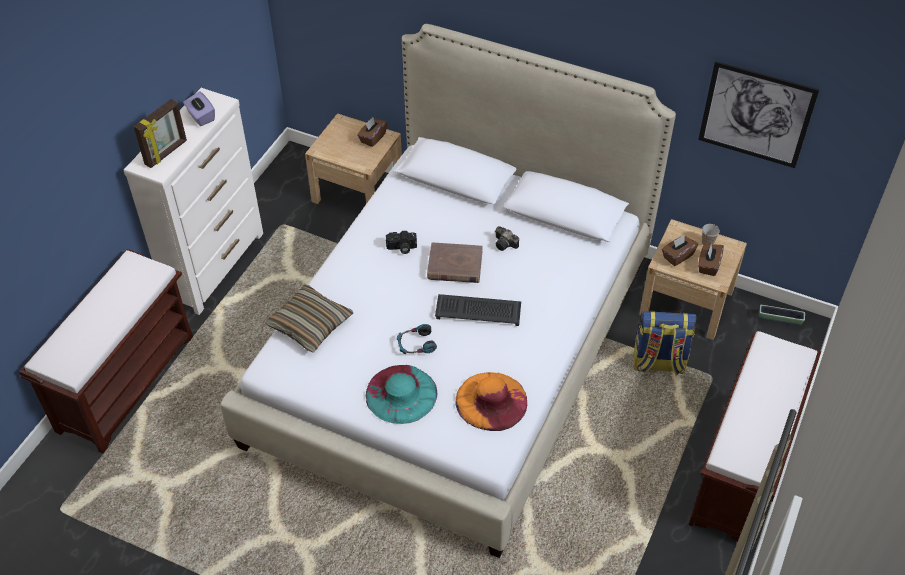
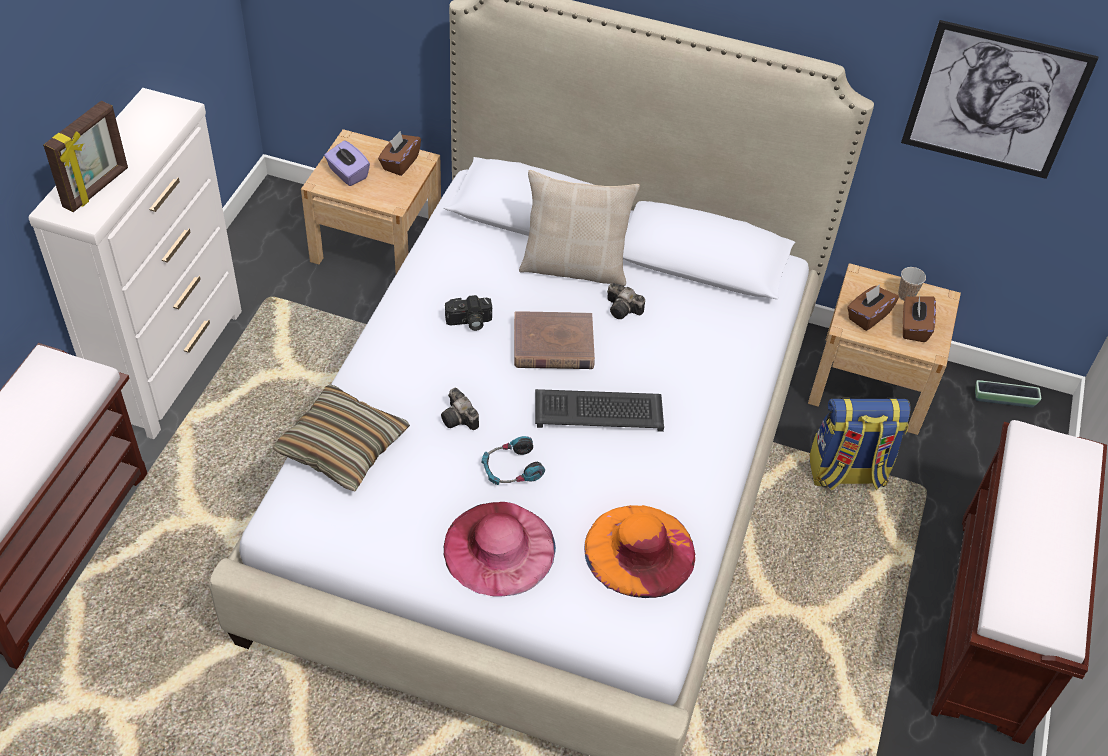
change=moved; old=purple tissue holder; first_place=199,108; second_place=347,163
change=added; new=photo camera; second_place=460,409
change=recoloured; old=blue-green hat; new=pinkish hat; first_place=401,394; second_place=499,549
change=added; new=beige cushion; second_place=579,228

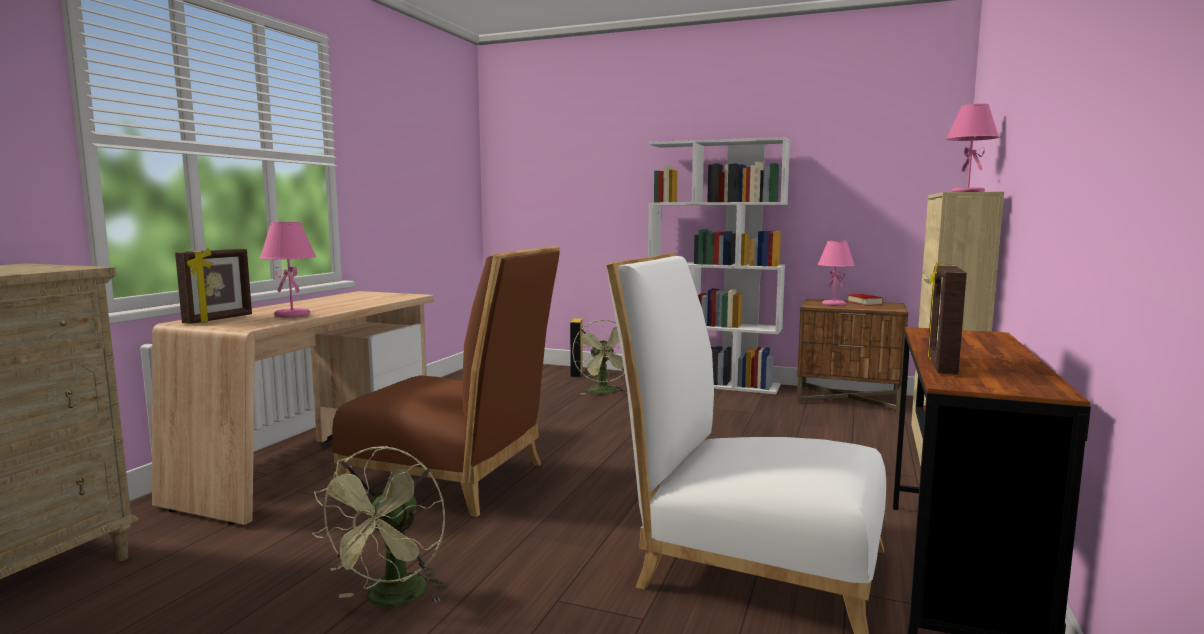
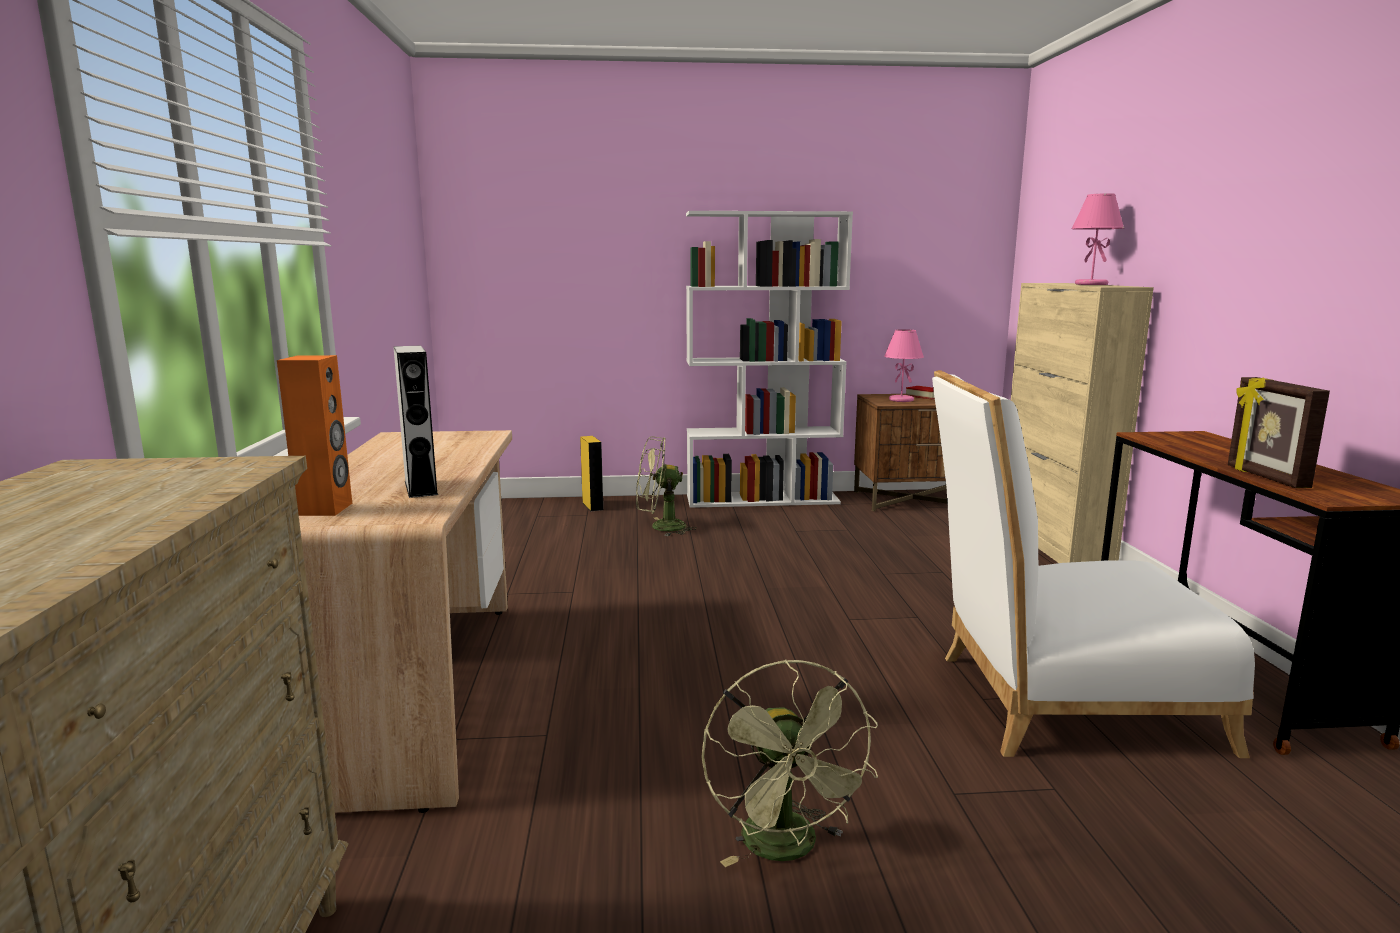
change=replaced; old=picture frame; new=orangey loudspeaker; first_place=213,286; second_place=314,435
change=replaced; old=pinkish tabletop lamp; new=gray loudspeaker; first_place=288,270; second_place=415,421
change=turned; old=green-coloured fan; first_place=599,357; second_place=666,486; degrees=120
change=removed; old=brownish upright chair; first_place=446,381

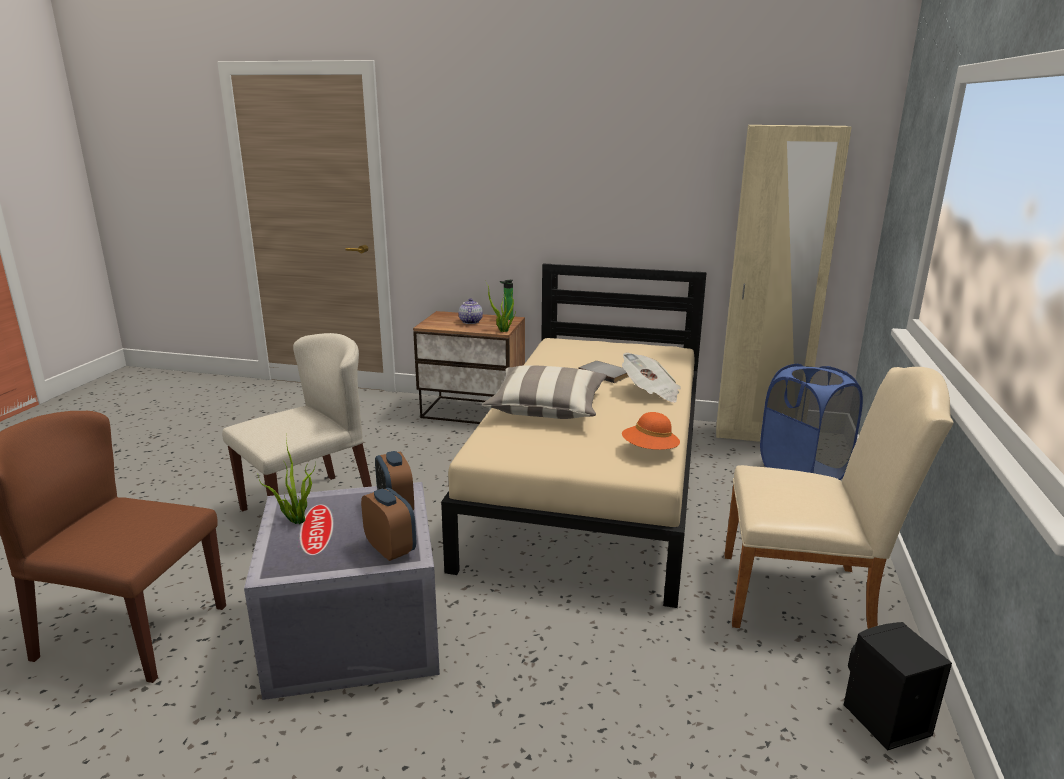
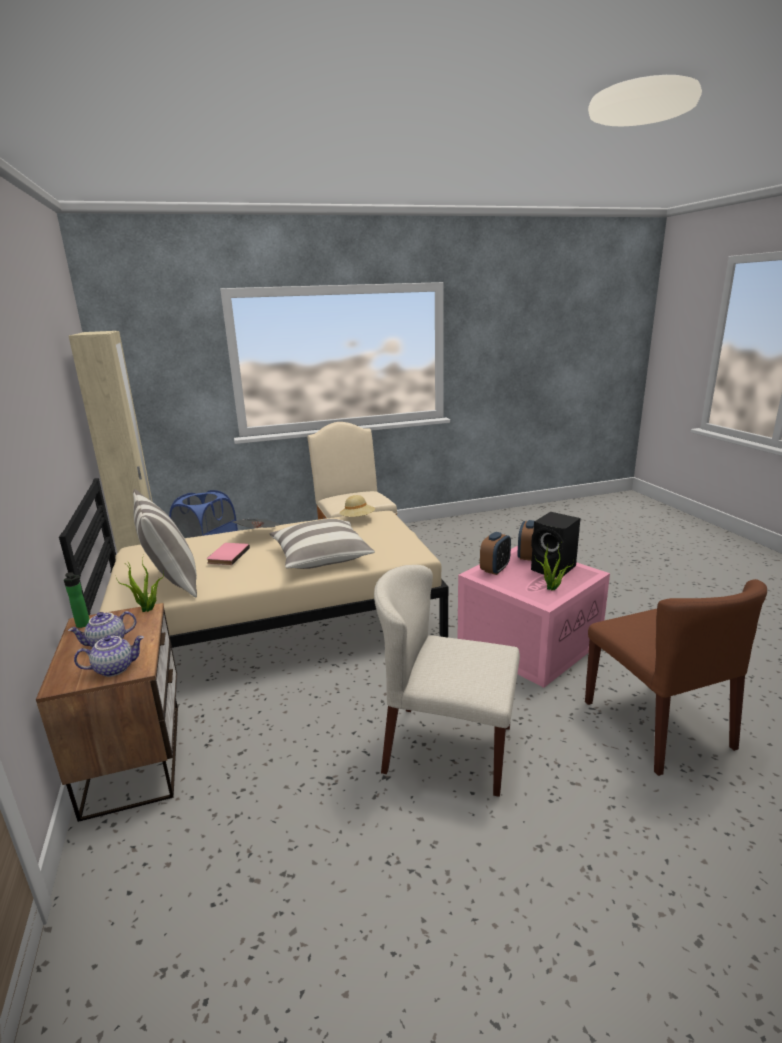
change=added; new=pot for tea; second_place=109,656
change=added; new=cushion; second_place=165,543
change=recoloured; old=gray bound book; new=pinkish bound book; first_place=603,372; second_place=228,554
change=recoloured; old=orangey hat; new=beige hat; first_place=651,431; second_place=357,506
change=recoloured; old=gray storage bin; new=pinkish storage bin; first_place=342,591; second_place=534,617
change=moved; old=black loudspeaker; first_place=898,686; second_place=555,545

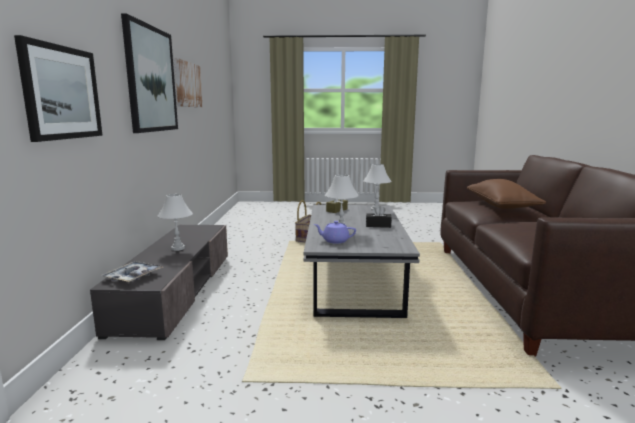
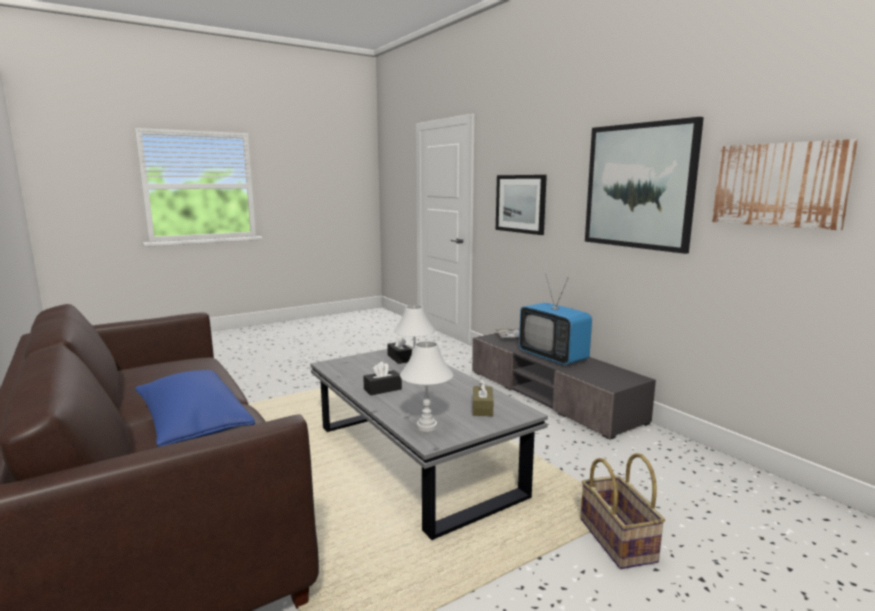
change=recoloured; old=brownish cushion; new=bluish cushion; first_place=506,194; second_place=195,408
change=replaced; old=purple pot for tea; new=black tissue holder; first_place=335,232; second_place=399,349
change=replaced; old=white-coloured tabletop lamp; new=TV set; first_place=175,222; second_place=555,320

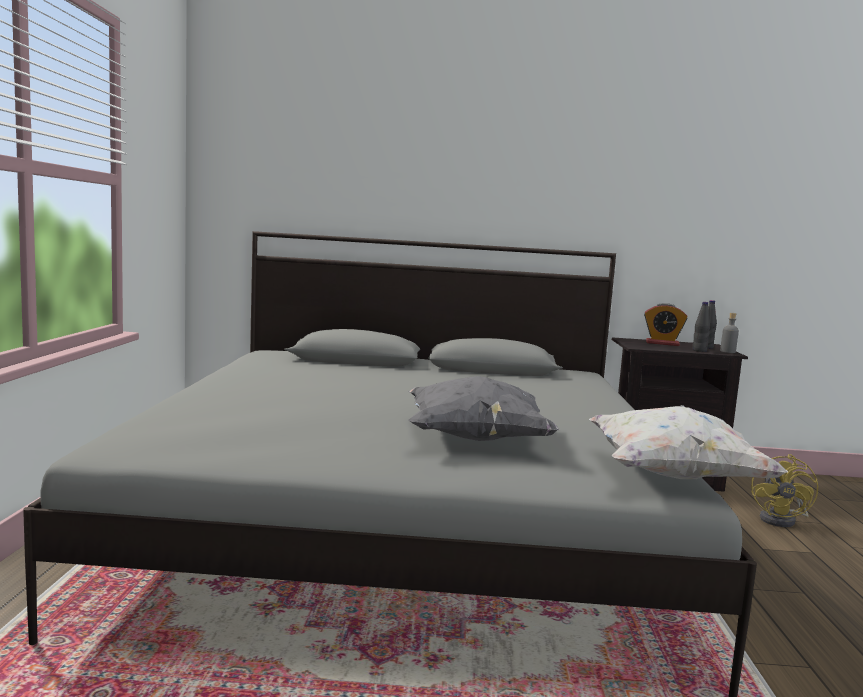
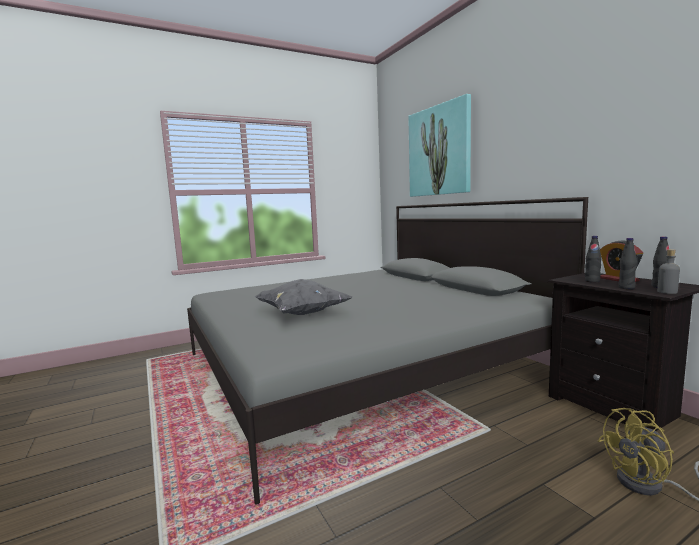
change=added; new=wall art; second_place=439,145
change=added; new=black beverage bottle; second_place=593,259
change=removed; old=white-coloured cushion; first_place=688,442

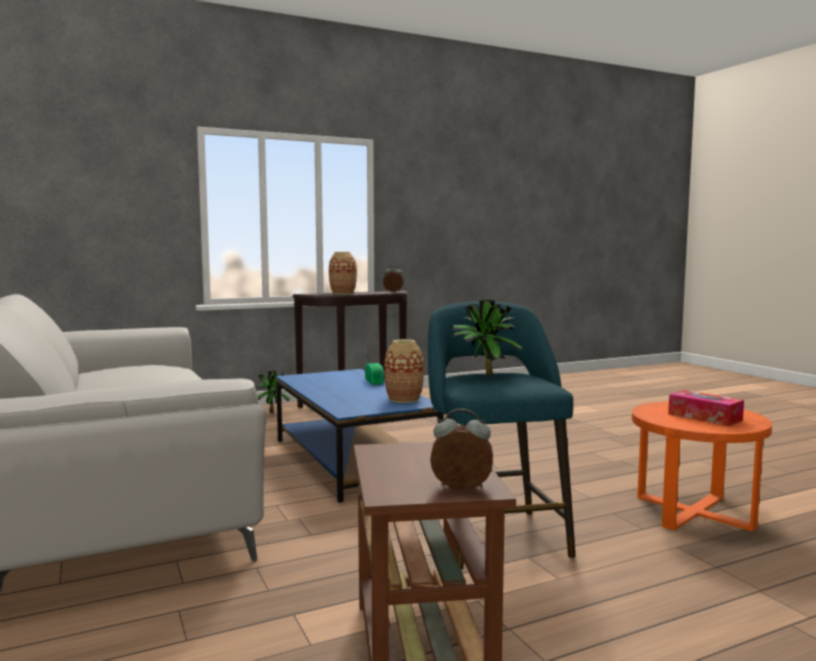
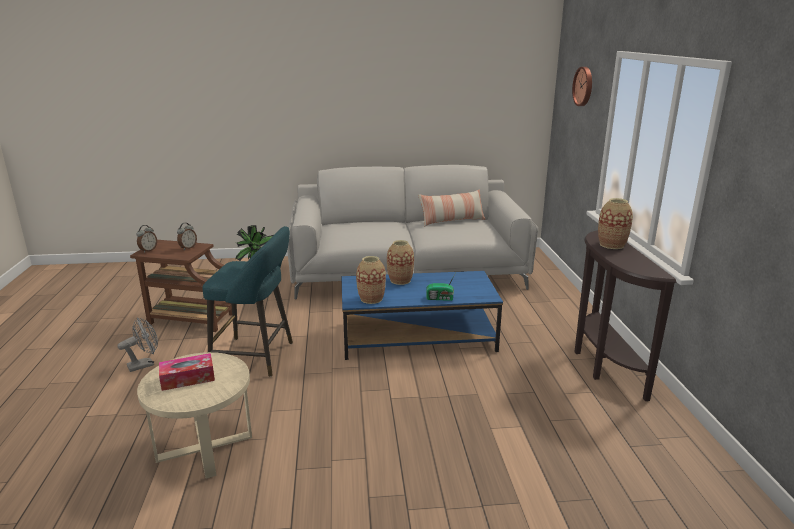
change=added; new=gray fan; second_place=137,344
change=recoloured; old=orangey accent table; new=beige accent table; first_place=702,466; second_place=194,415
change=moved; old=table clock; first_place=393,278; second_place=187,236
change=added; new=decorative vase; second_place=400,262
change=added; new=cushion; second_place=452,208
change=added; new=hanging clock; second_place=582,86
change=removed; old=houseplant; first_place=273,392

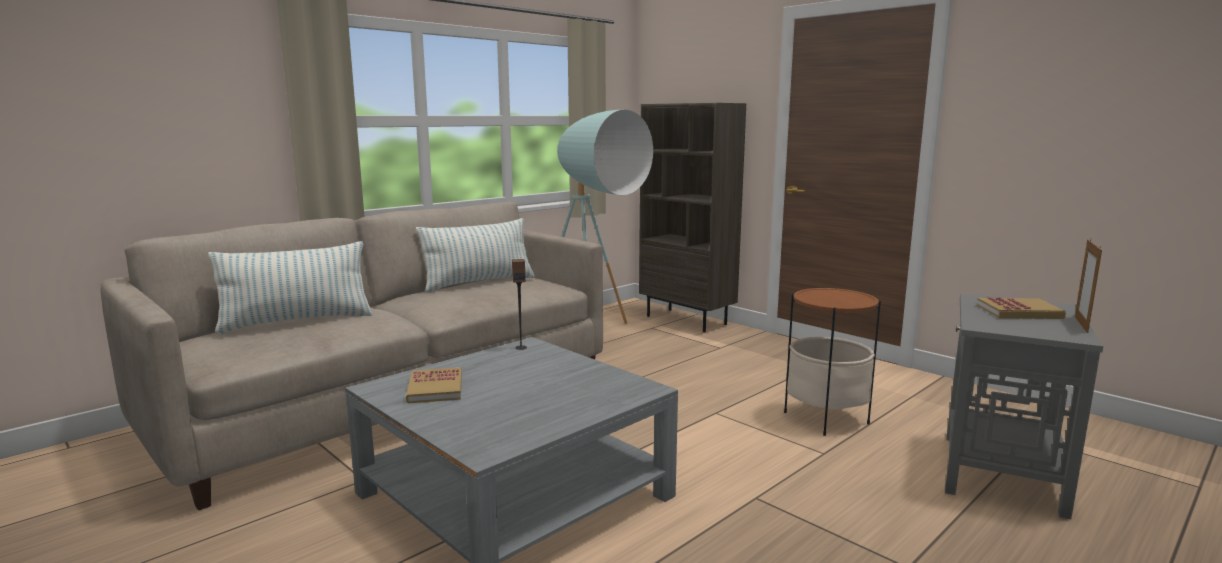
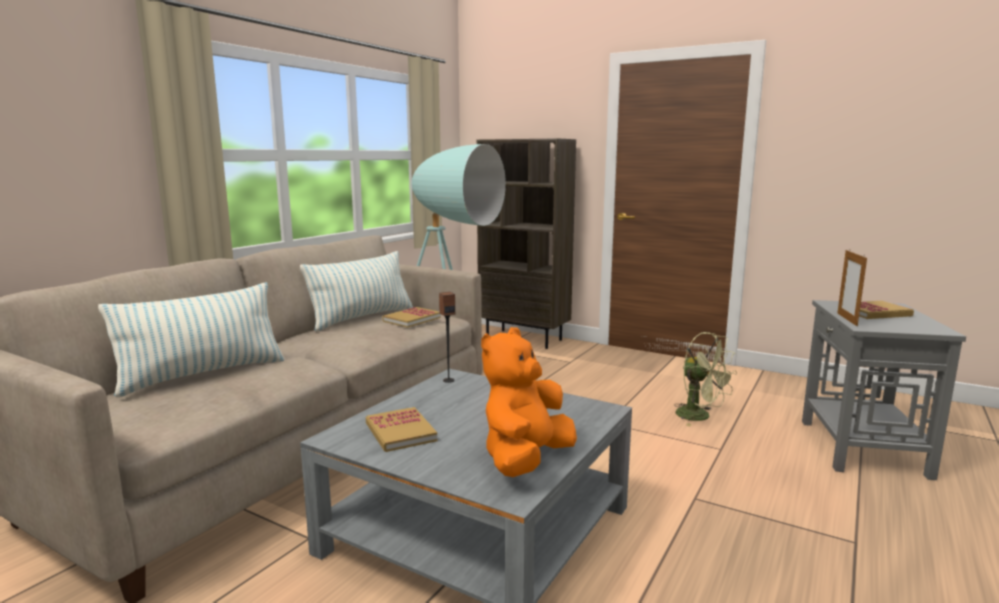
change=added; new=bound book; second_place=411,317
change=added; new=orangey soft toy; second_place=529,402
change=replaced; old=accent table; new=green-coloured fan; first_place=832,361; second_place=705,379
change=moved; old=picture frame; first_place=1088,286; second_place=852,288

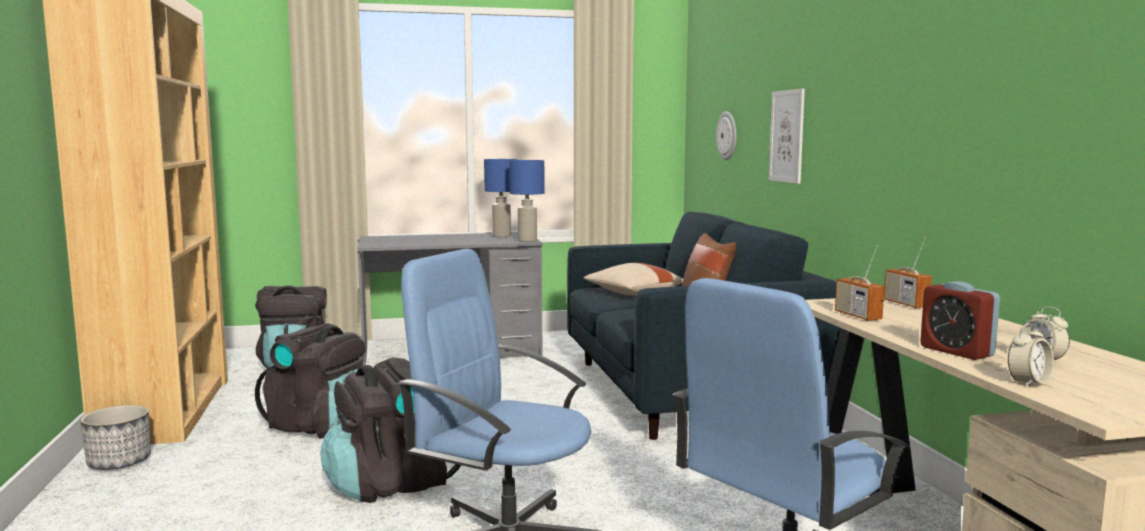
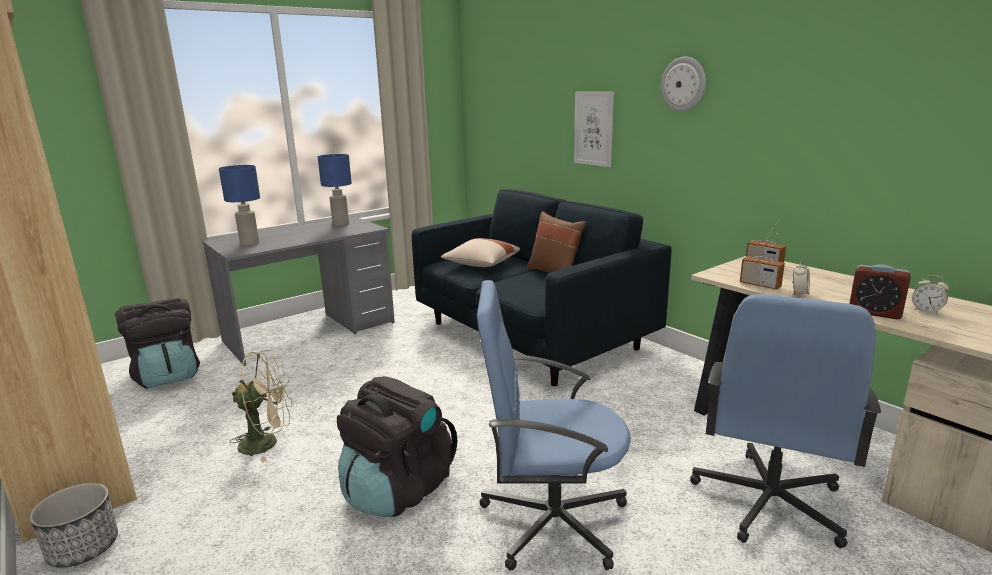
change=moved; old=bluish tabletop lamp; first_place=527,201; second_place=239,205
change=replaced; old=black backpack; new=beige fan; first_place=310,380; second_place=260,406
change=moved; old=hanging clock; first_place=726,135; second_place=683,84
change=moved; old=table clock; first_place=1031,355; second_place=801,279

